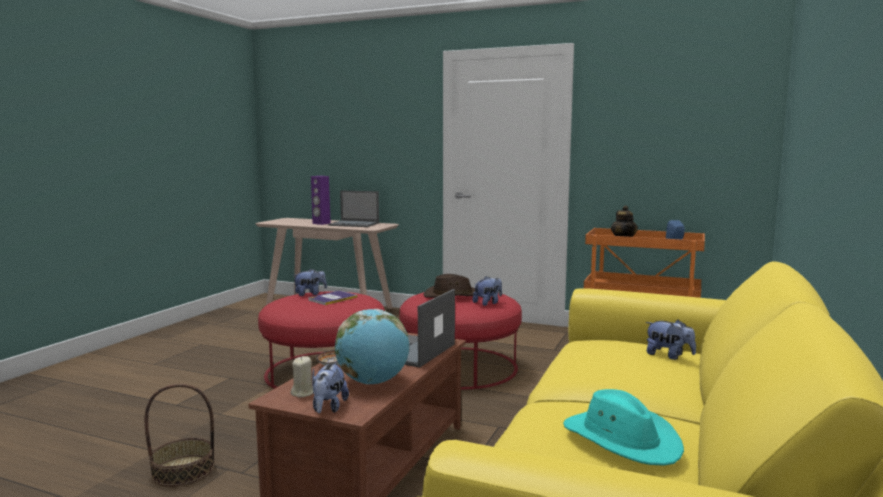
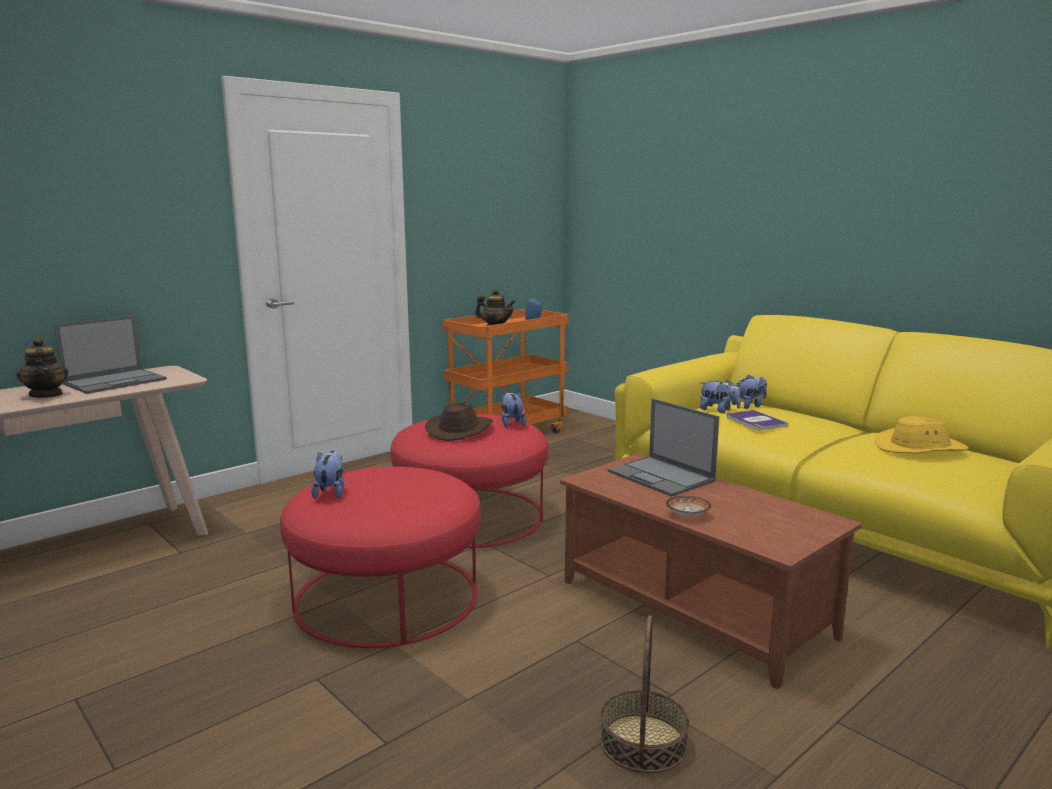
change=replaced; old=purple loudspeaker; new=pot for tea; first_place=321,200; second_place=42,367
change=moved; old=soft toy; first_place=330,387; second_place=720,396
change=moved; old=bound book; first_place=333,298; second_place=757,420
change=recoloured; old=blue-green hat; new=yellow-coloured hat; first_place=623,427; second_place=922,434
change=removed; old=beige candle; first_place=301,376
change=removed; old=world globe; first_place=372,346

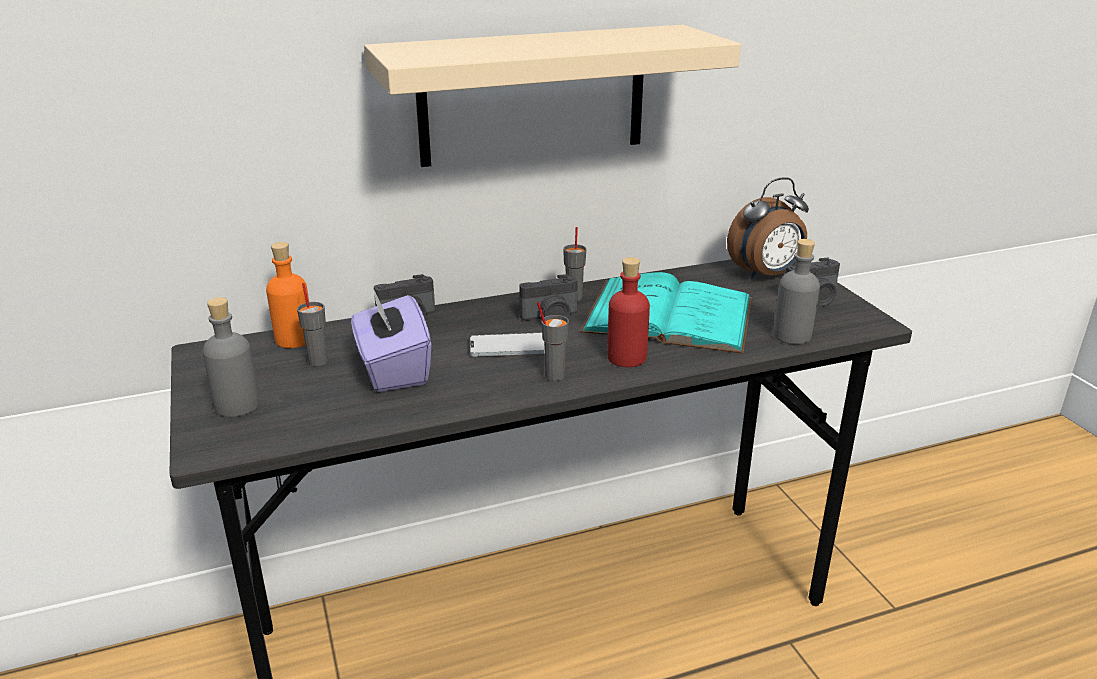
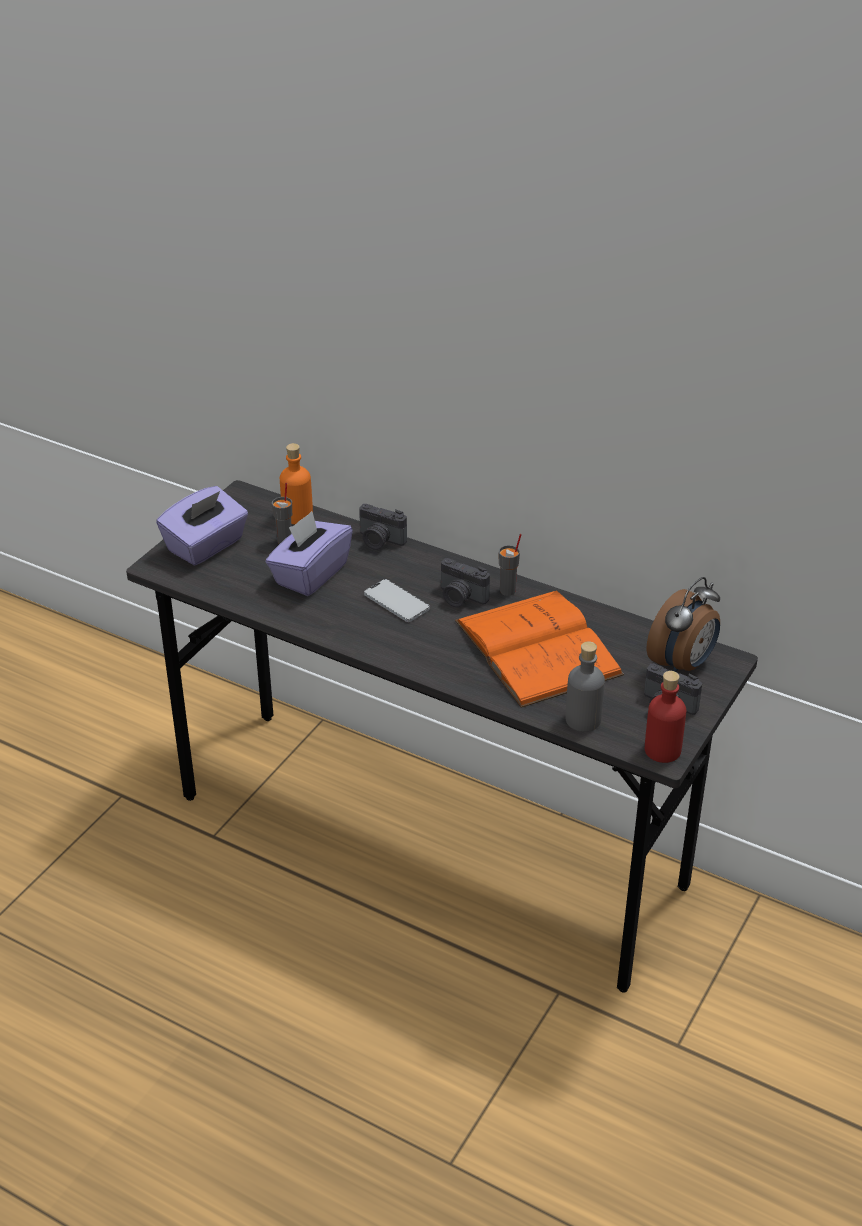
change=replaced; old=gray beverage bottle; new=purple tissue holder; first_place=231,357; second_place=202,526
change=recoloured; old=blue-green bound book; new=orangey bound book; first_place=666,313; second_place=539,649
change=moved; old=red-coloured beverage bottle; first_place=628,312; second_place=665,717
change=turned; old=table clock; first_place=768,228; second_place=683,624; degrees=-75
change=removed; old=beige wall shelf; first_place=552,96
change=removed; old=gray cup; first_place=553,341

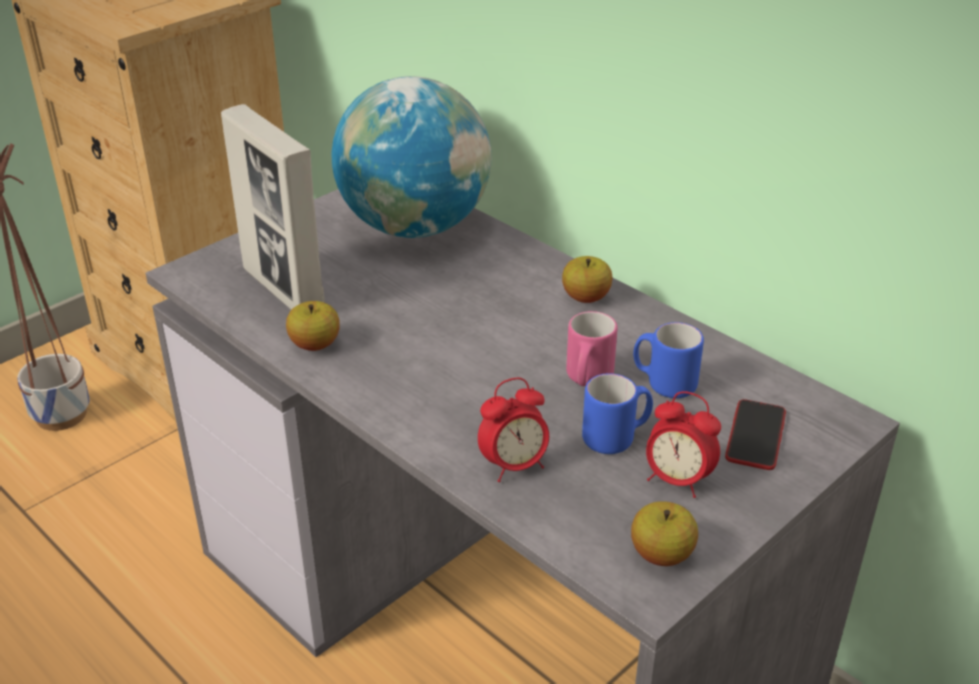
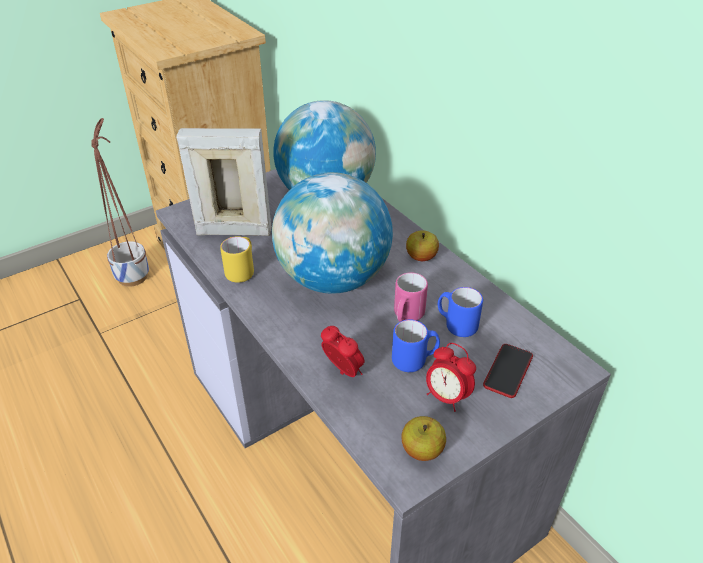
change=turned; old=picture frame; first_place=273,207; second_place=224,182; degrees=120
change=replaced; old=apple; new=yellow-coloured mug; first_place=313,326; second_place=237,259
change=added; new=world globe; second_place=332,233
change=turned; old=table clock; first_place=513,430; second_place=342,351; degrees=-120

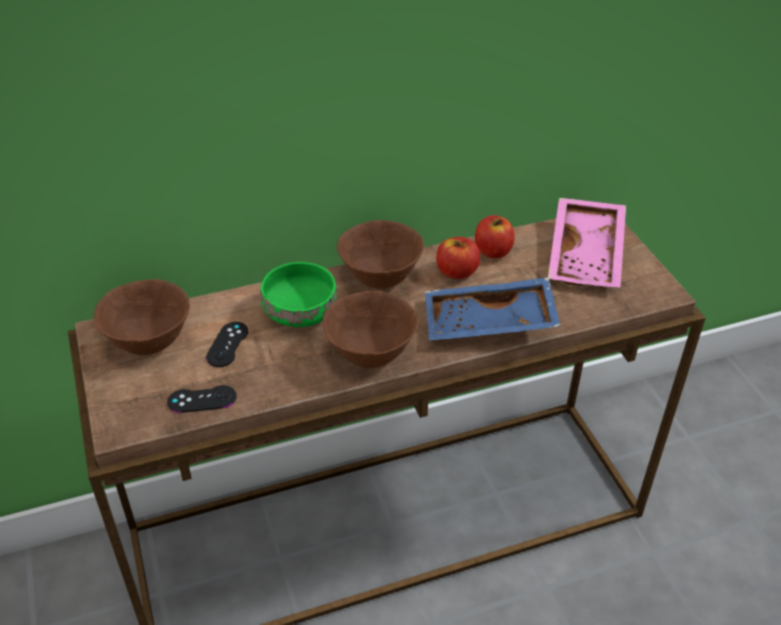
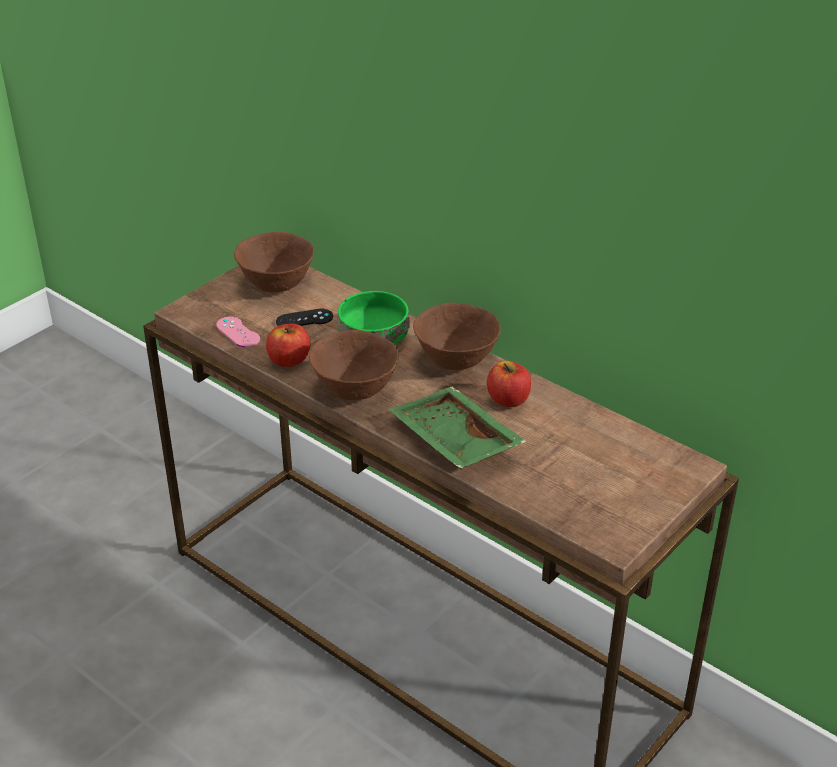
change=recoloured; old=black joypad; new=pinkish joypad; first_place=202,399; second_place=238,332
change=moved; old=apple; first_place=495,236; second_place=288,345
change=recoloured; old=bluish carrying tray; new=green-coloured carrying tray; first_place=493,308; second_place=458,428
change=removed; old=pinkish carrying tray; first_place=587,243

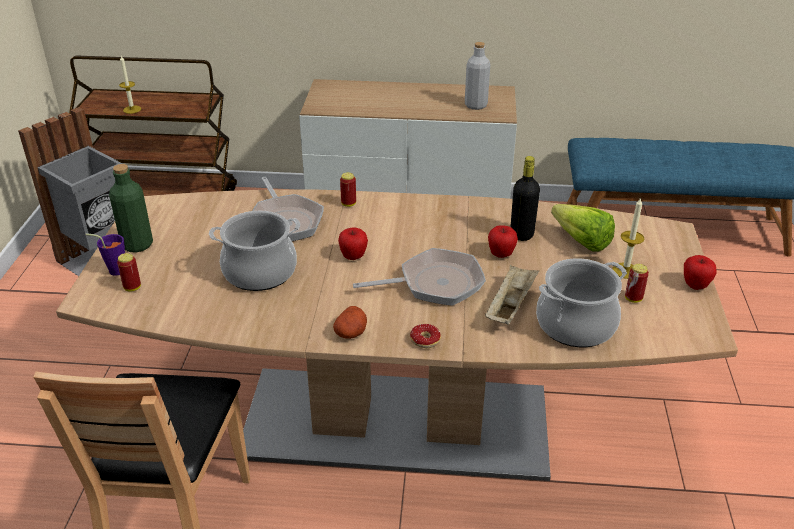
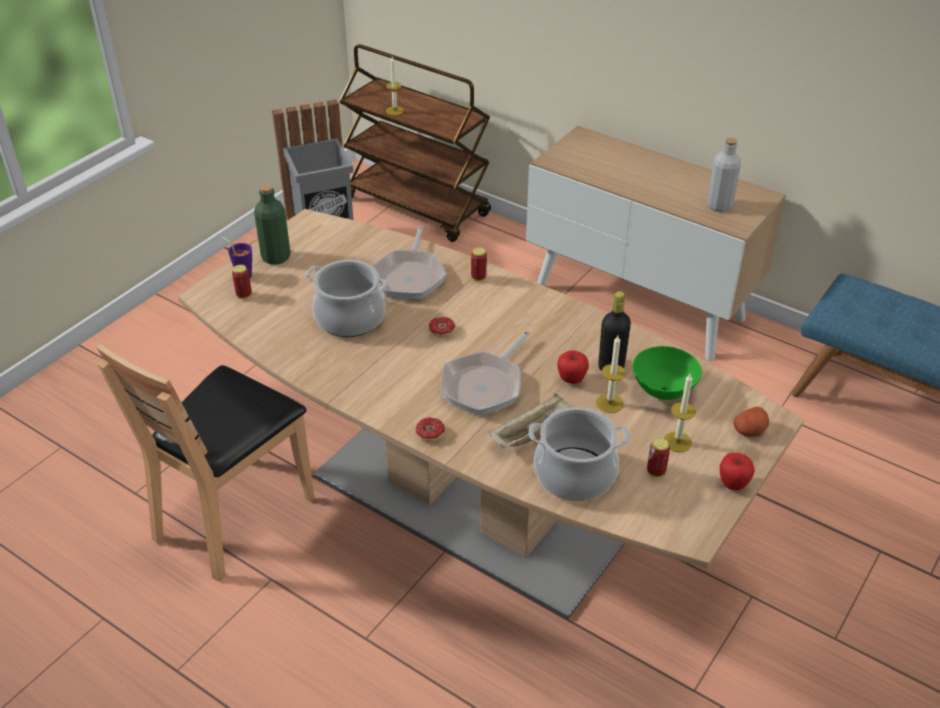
change=replaced; old=apple; new=doughnut; first_place=353,243; second_place=442,327
change=turned; old=skillet; first_place=419,277; second_place=485,373; degrees=105
change=added; new=candle; second_place=611,374
change=replaced; old=lettuce; new=green-coloured serving bowl; first_place=583,227; second_place=667,373
change=moved; old=spud; first_place=350,322; second_place=751,421

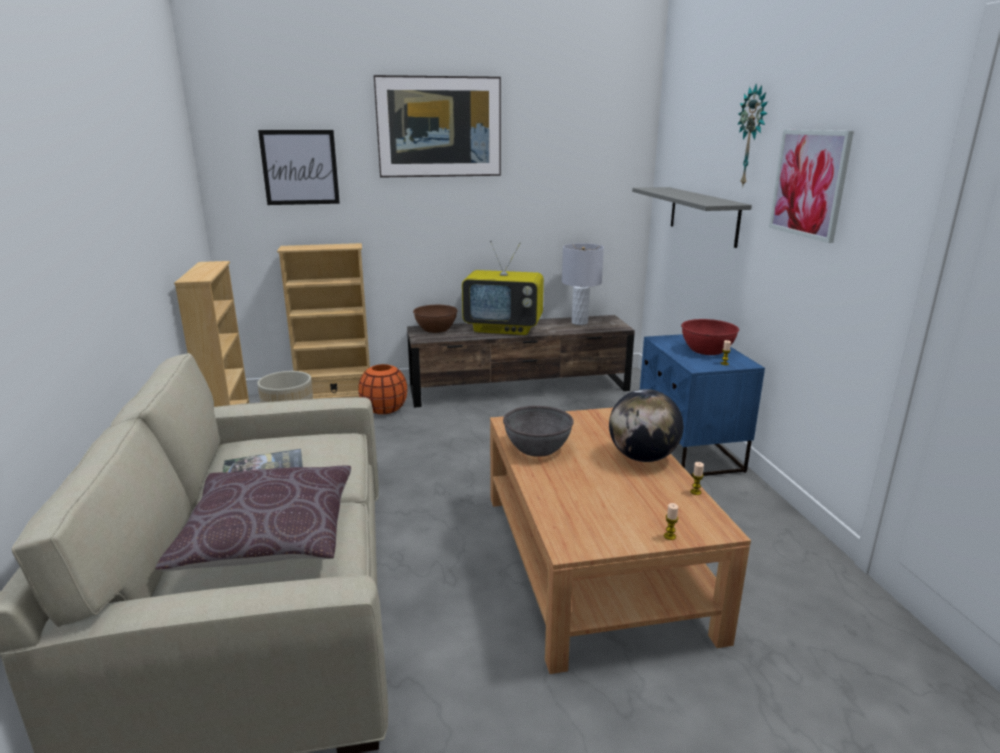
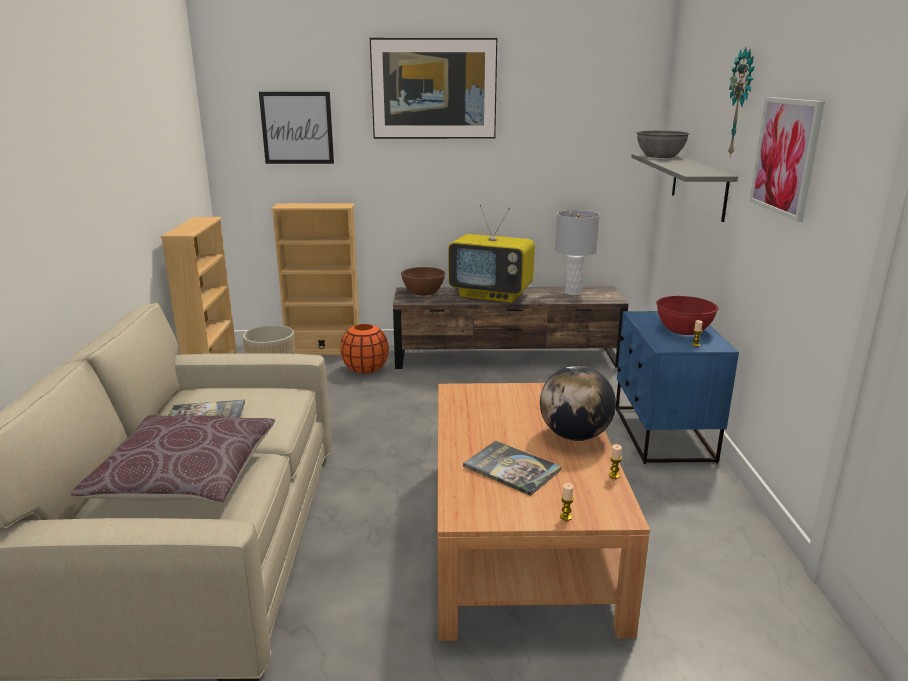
change=added; new=bound book; second_place=512,468
change=moved; old=gray serving bowl; first_place=538,431; second_place=663,144

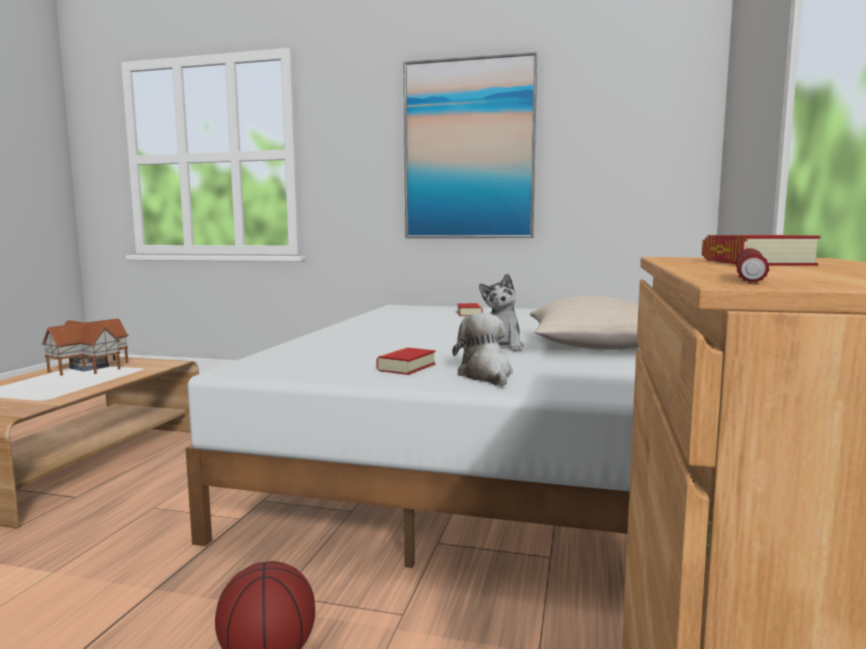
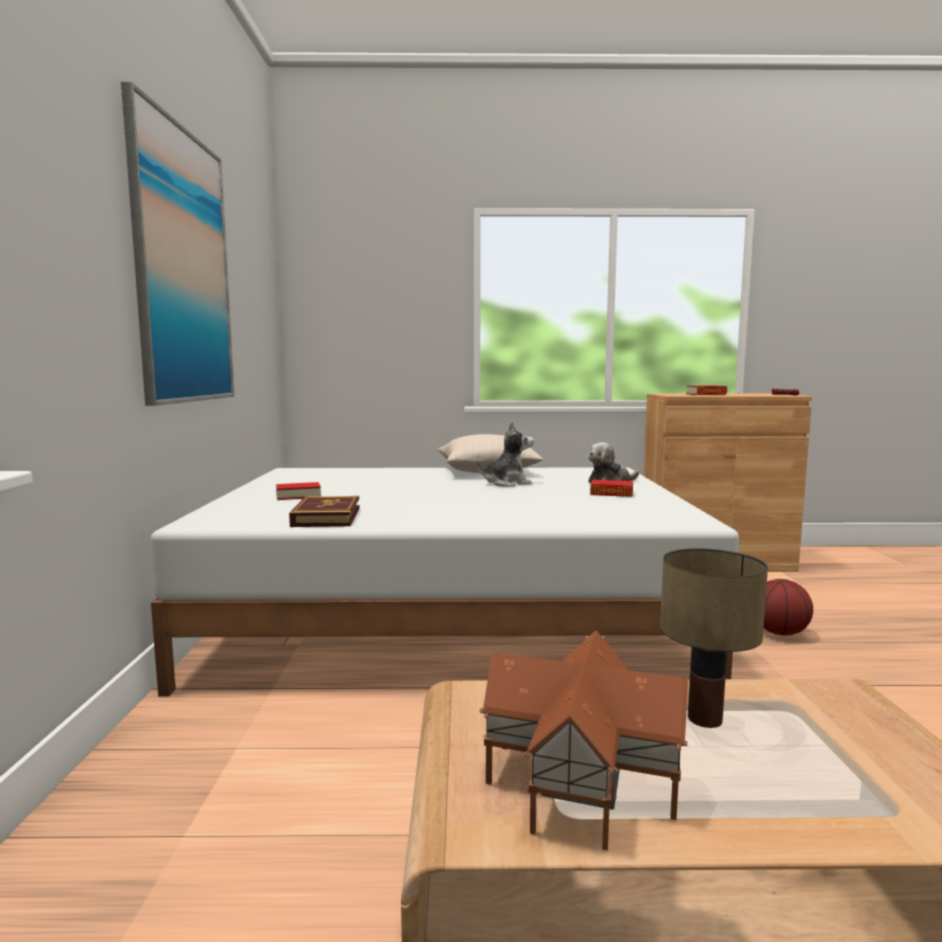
change=added; new=bound book; second_place=324,511
change=added; new=tabletop lamp; second_place=714,638

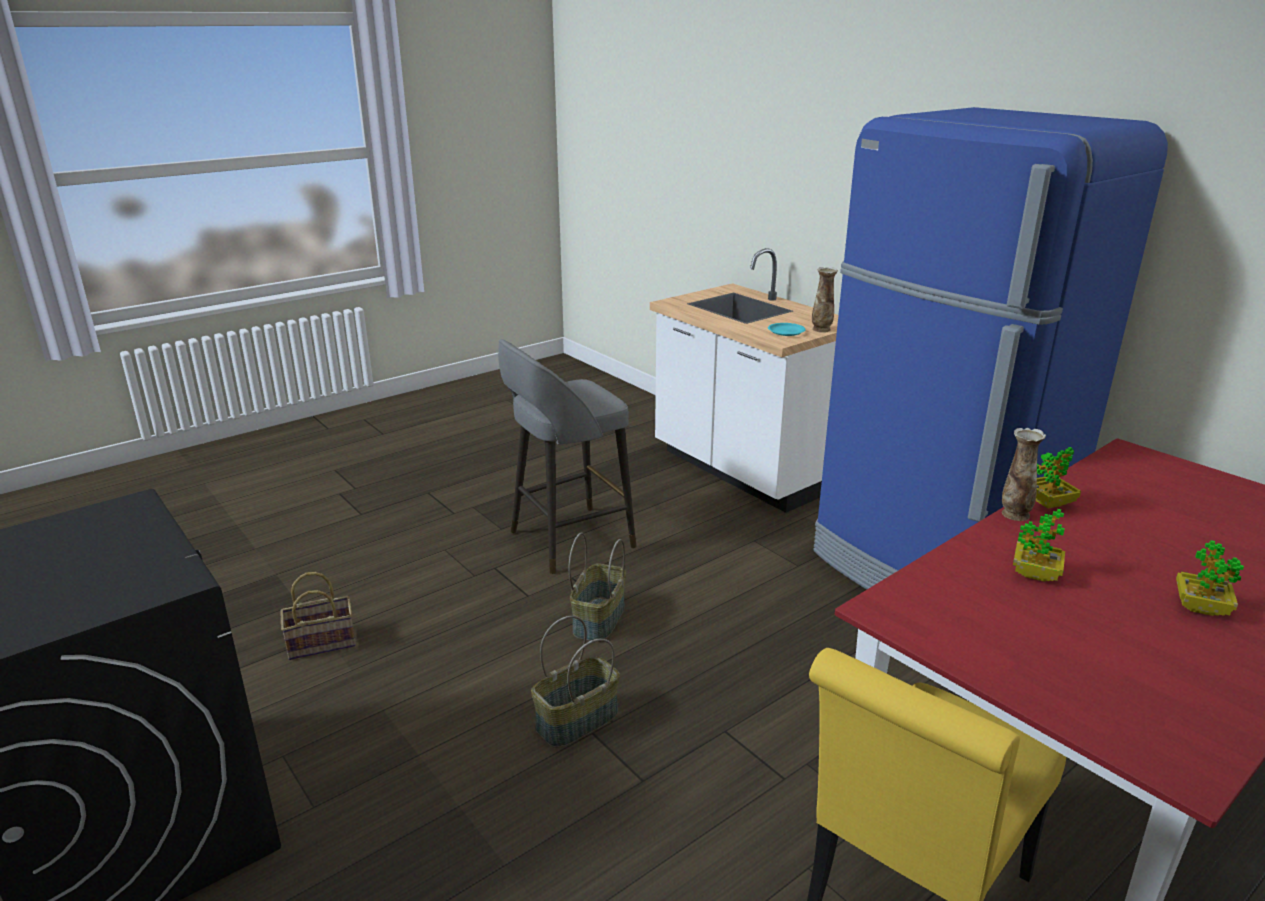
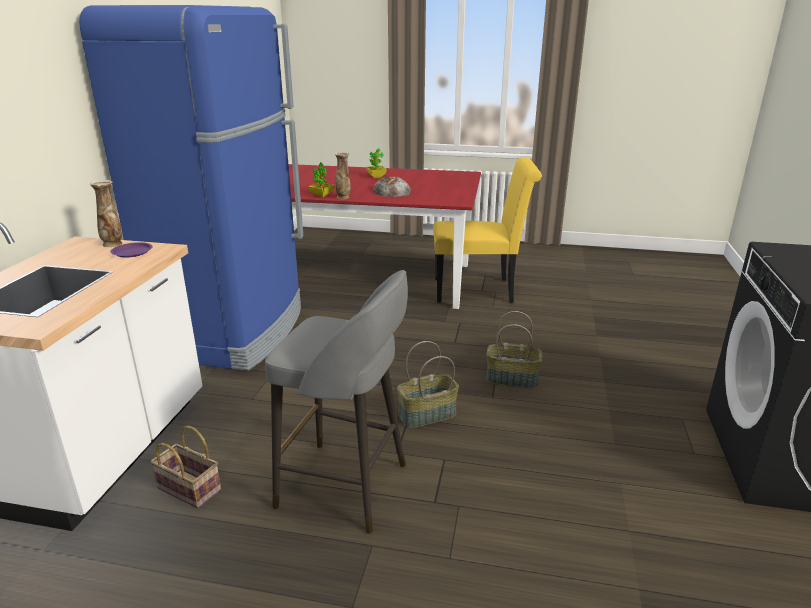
change=recoloured; old=blue-green dinner plate; new=purple dinner plate; first_place=787,329; second_place=131,249
change=moved; old=basket; first_place=318,616; second_place=185,467
change=replaced; old=houseplant; new=bread; first_place=1039,545; second_place=392,186

